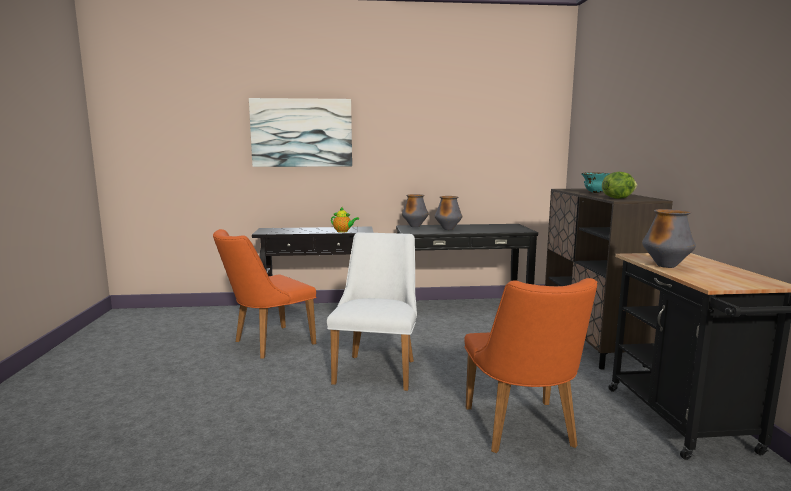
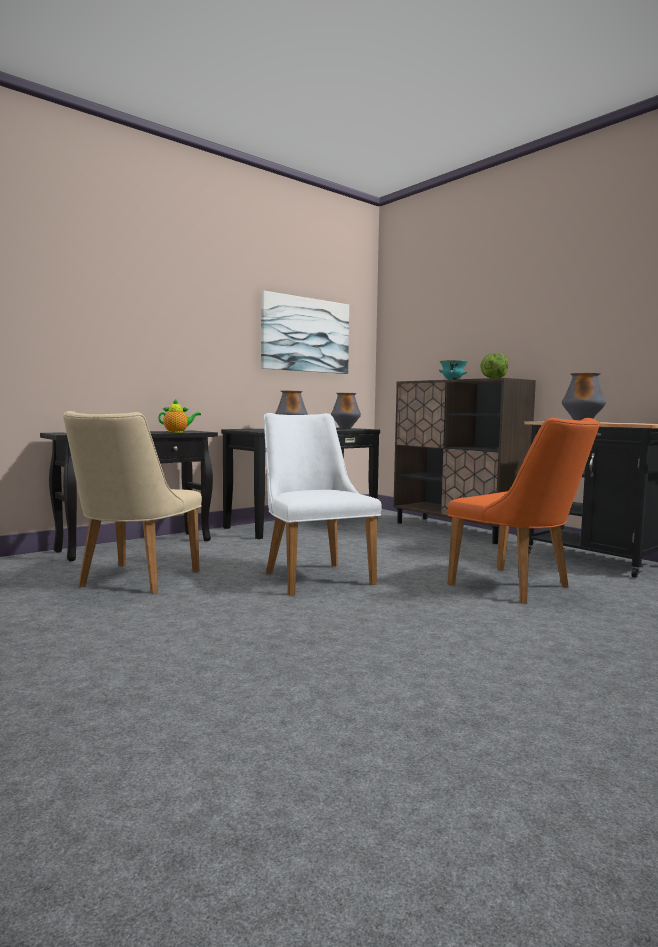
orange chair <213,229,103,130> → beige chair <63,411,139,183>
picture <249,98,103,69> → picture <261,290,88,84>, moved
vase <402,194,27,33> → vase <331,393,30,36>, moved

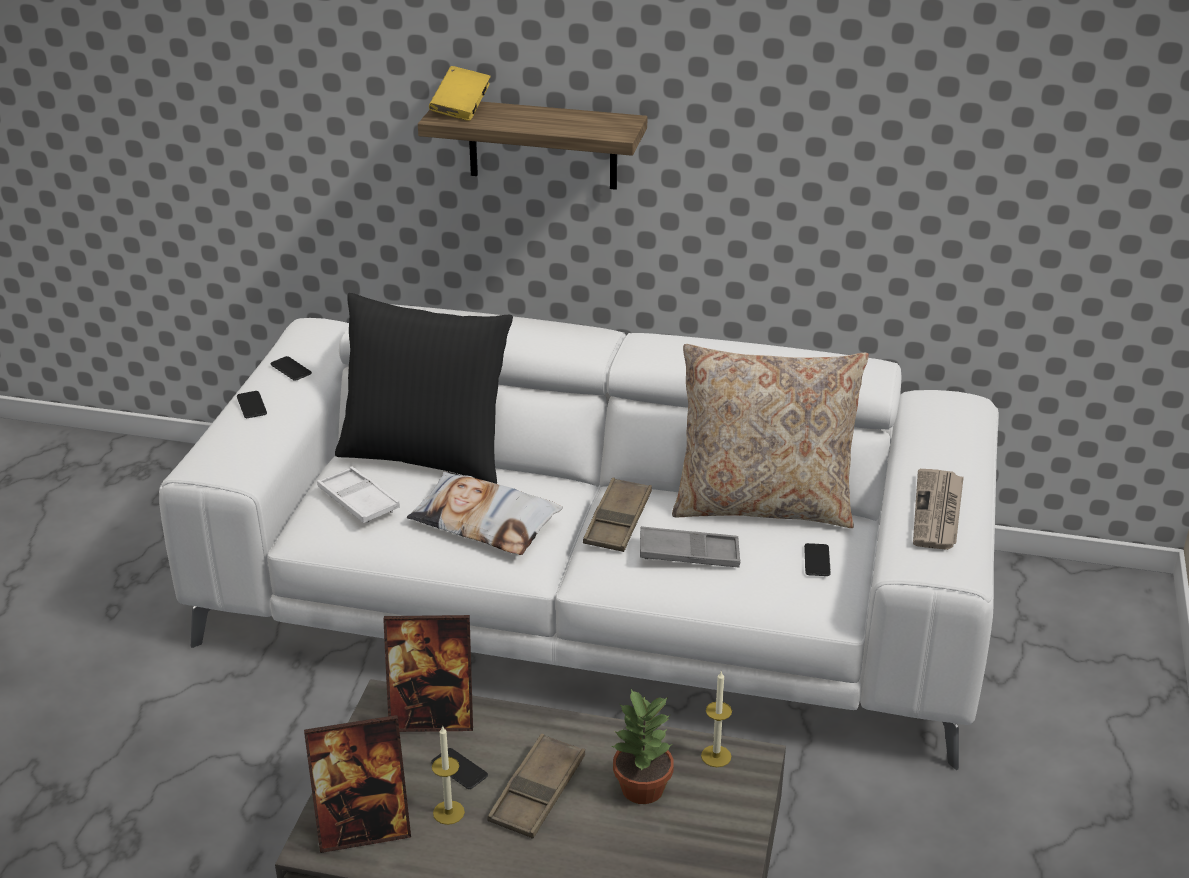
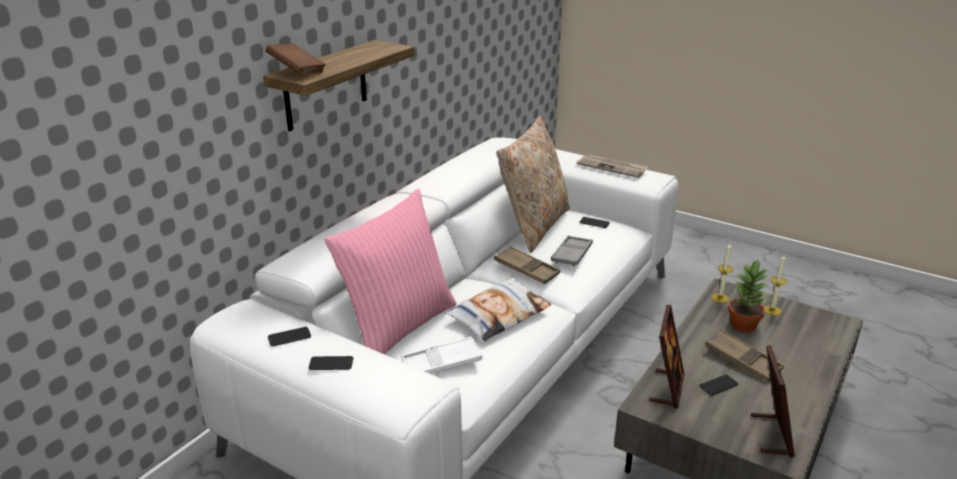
yellow book <429,66,62,55> → brown book <266,43,60,31>
black pillow <335,293,178,191> → pink pillow <324,189,133,165>
candle <432,725,33,100> → candle <764,254,23,62>, moved

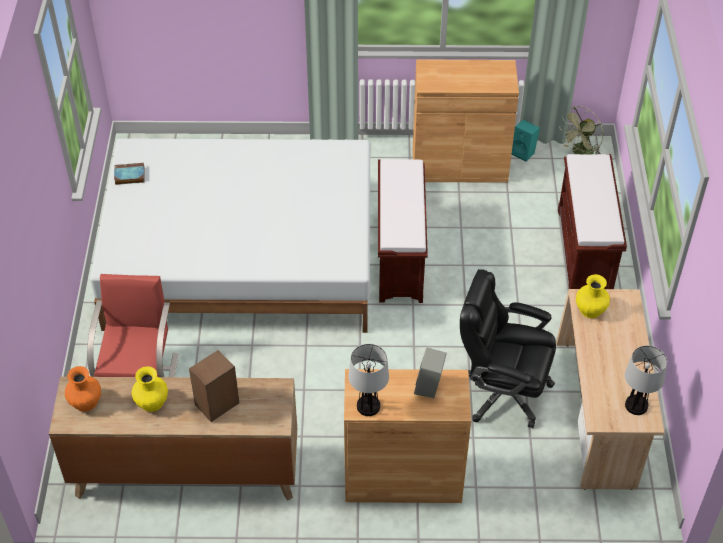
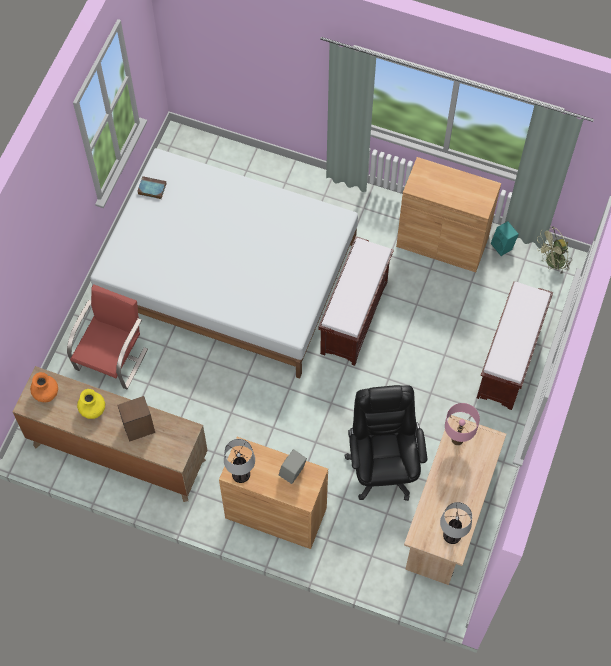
black office chair <460,269,96,159> → black office chair <344,385,83,116>, 45 degrees clockwise
yellow vase <576,274,34,44> → pink table lamp <445,403,35,42>

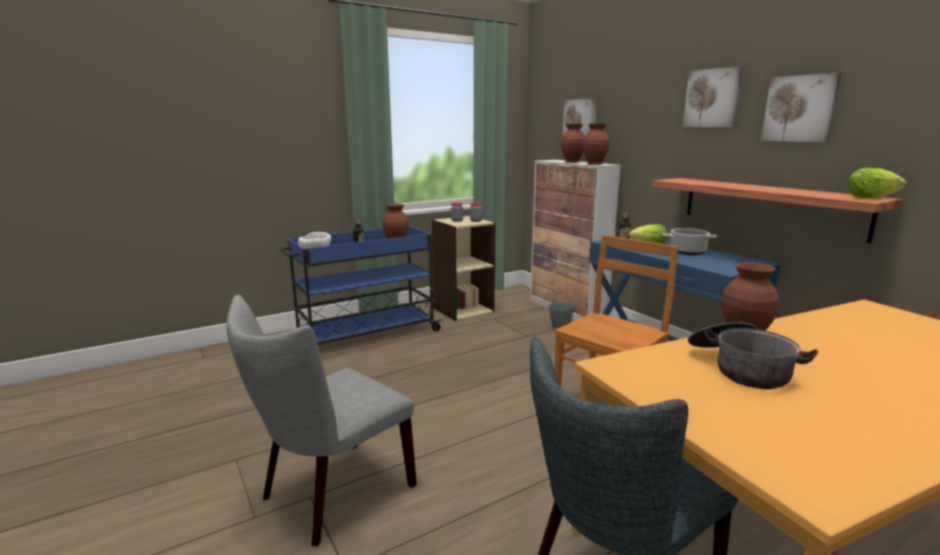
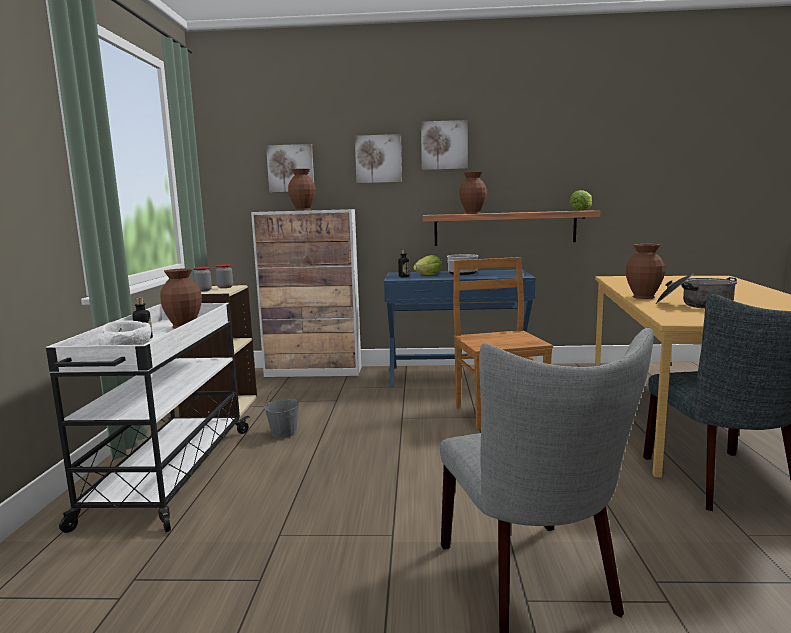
blue cart <280,226,162,119> → white cart <46,303,203,230>
grey bucket <549,291,26,38> → grey bucket <264,385,36,53>, moved
picture <761,73,80,69> → picture <355,134,47,49>, moved
brown vase <583,124,27,41> → brown vase <459,172,28,42>, moved

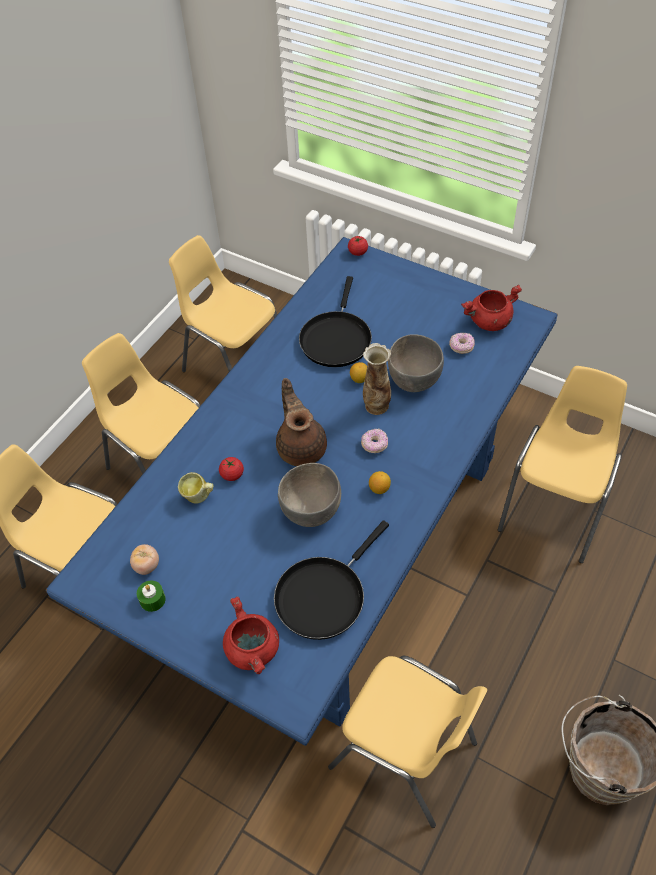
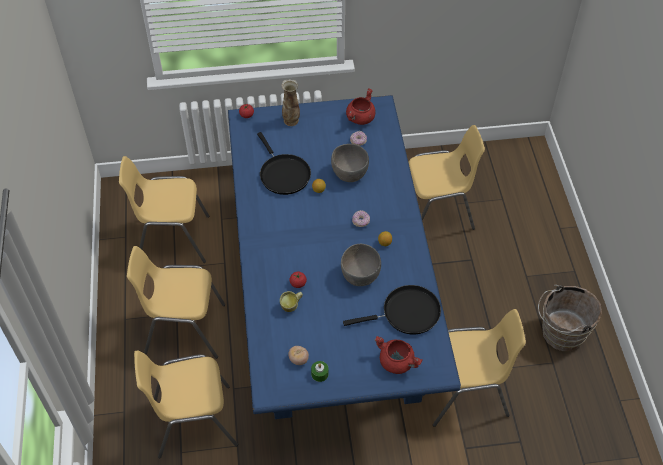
vase <363,343,28,72> → vase <281,79,19,47>, moved
black frying pan <274,520,115,120> → black frying pan <343,285,98,50>, 105 degrees counterclockwise
yellow chair <498,366,129,197> → yellow chair <408,125,77,105>, 90 degrees clockwise
brown teapot <276,378,51,88> → -

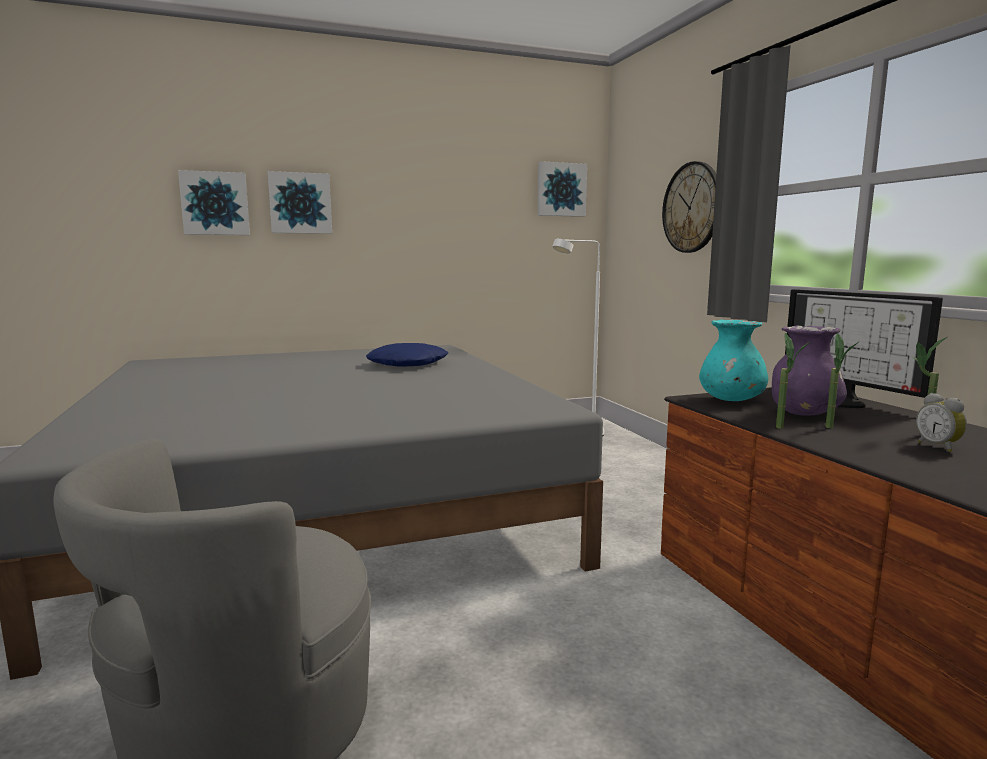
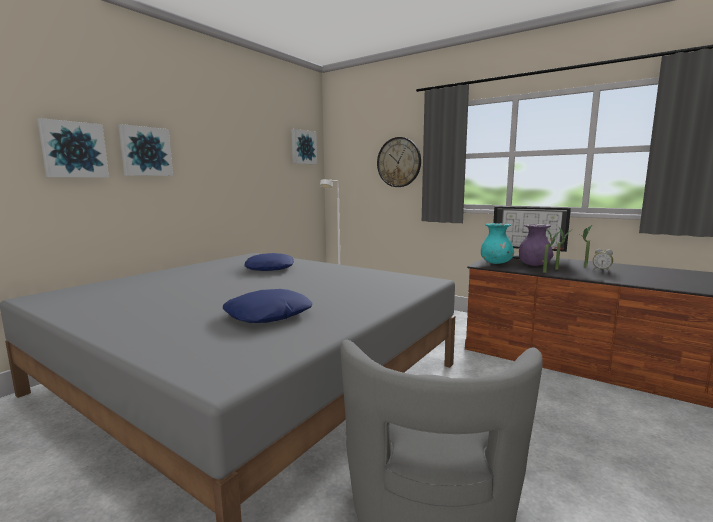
- → blue pillow <223,289,90,34>

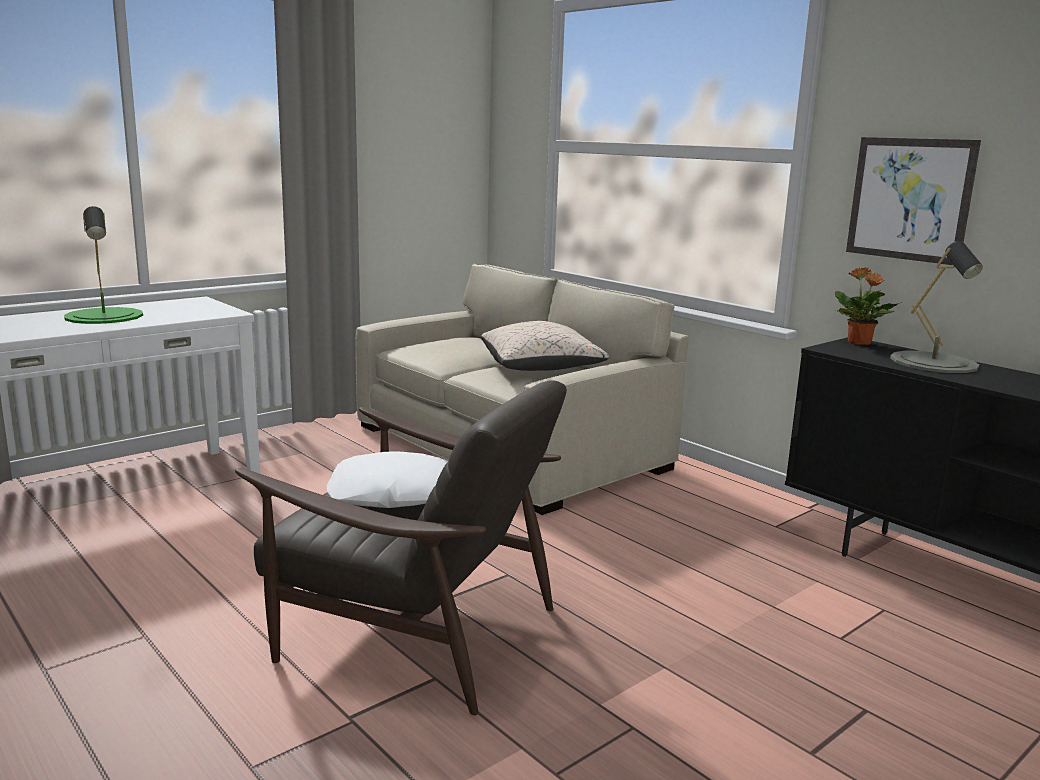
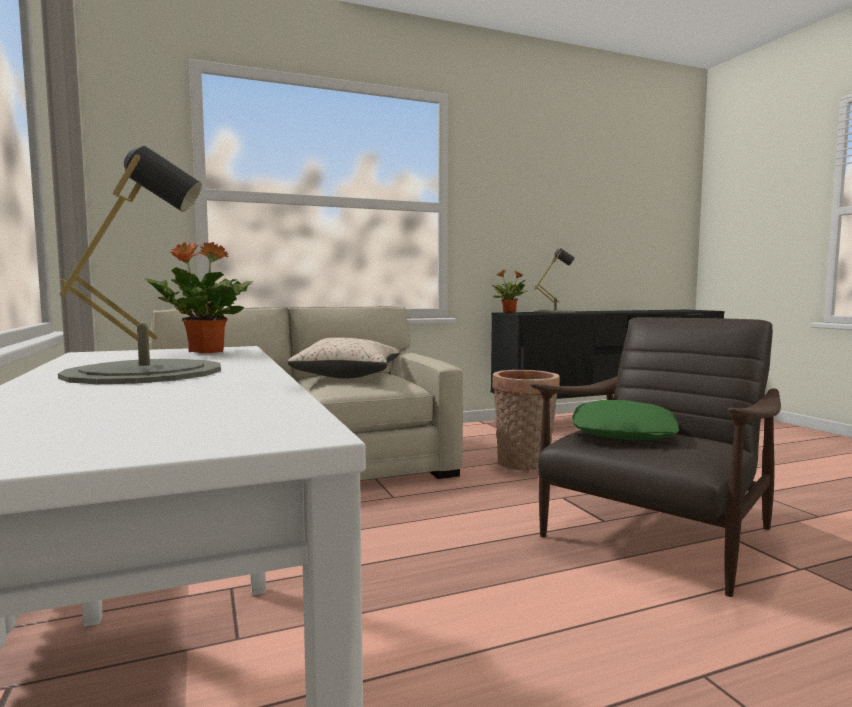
green table lamp <64,206,79,118> → grey table lamp <58,146,163,238>
- → potted plant <144,242,109,111>
- → basket <492,370,68,101>
white pillow <327,451,121,57> → green pillow <572,400,107,40>
picture <846,137,135,128> → -

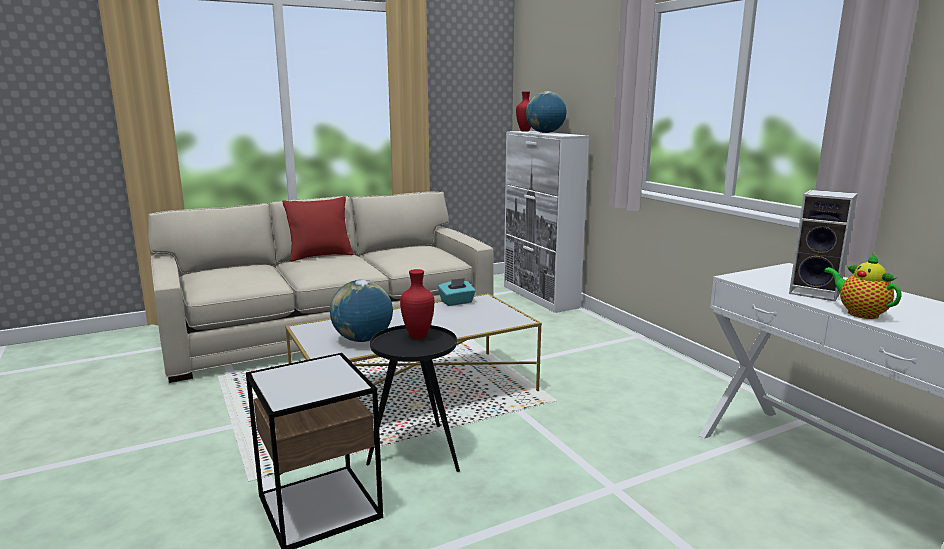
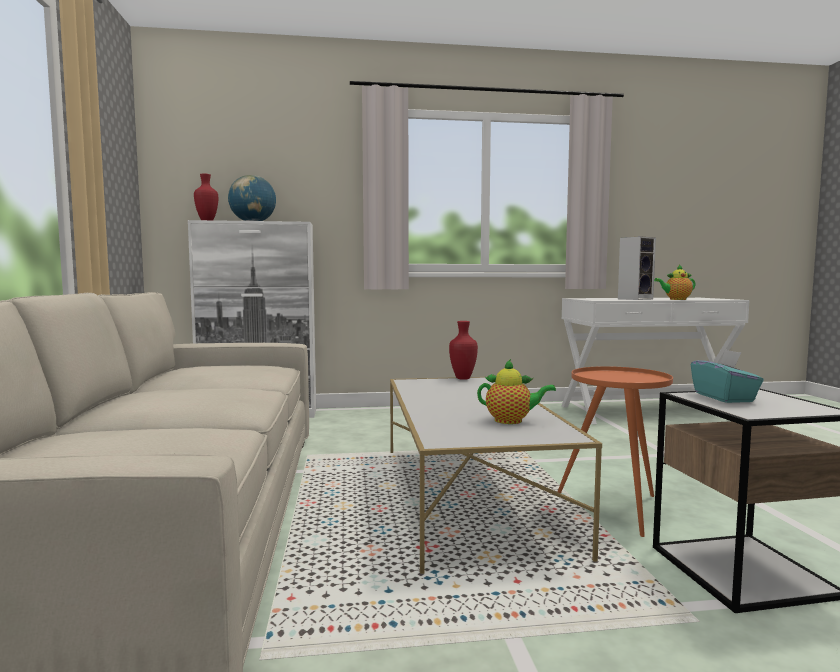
red vase <400,269,34,70> → red vase <449,321,29,59>, moved
globe <330,280,63,62> → teapot <477,359,79,65>
black side table <366,325,94,147> → orange side table <557,366,116,171>
turquoise tissue box <438,278,38,28> → turquoise tissue box <691,349,73,54>, moved
red pillow <283,196,71,66> → -

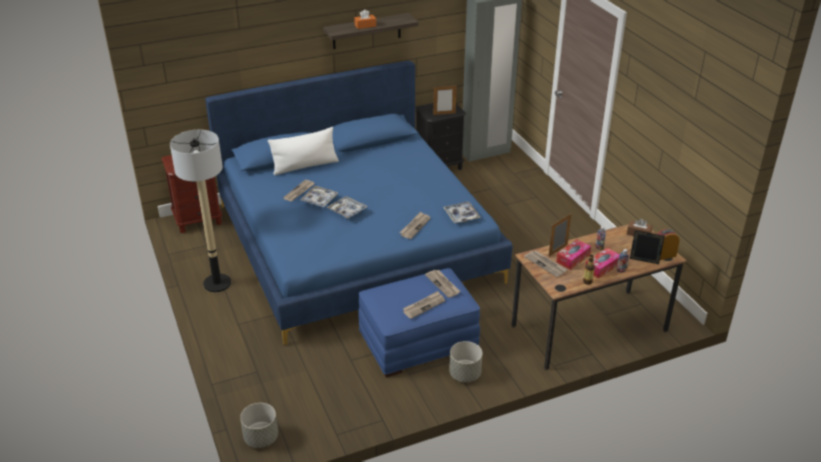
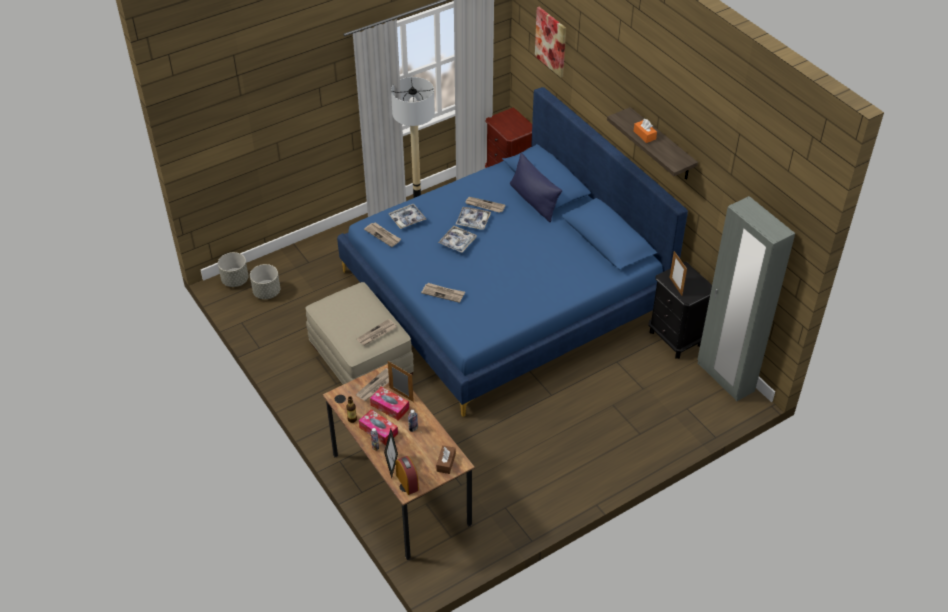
grey planter <449,341,33,41> → grey planter <250,264,30,35>, moved
blue ottoman <359,268,121,109> → beige ottoman <306,282,108,103>
newspaper <403,291,42,28> → newspaper <364,222,37,25>, moved
tray <443,201,38,22> → tray <389,204,37,25>, moved
white pillow <268,127,71,48> → blue pillow <510,153,52,69>
- → picture <535,7,31,70>

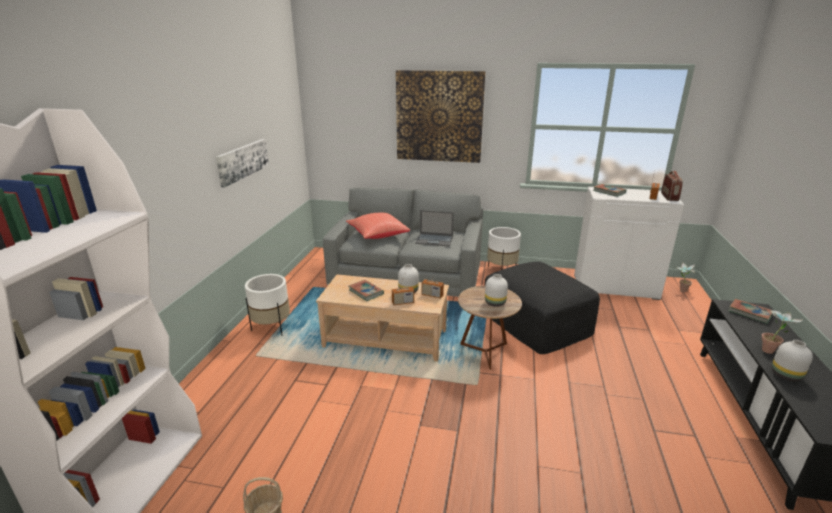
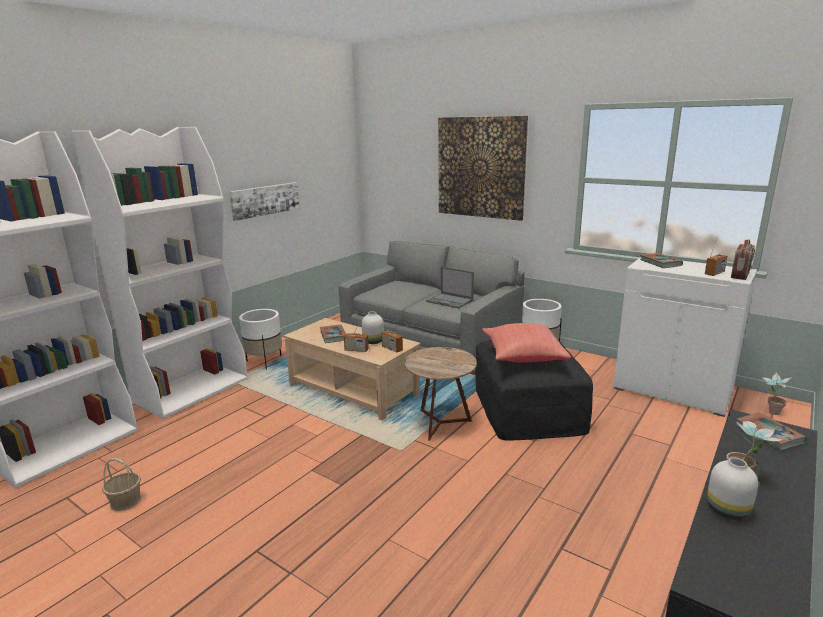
- → white bookcase <72,127,176,292>
red pillow <346,213,64,26> → red pillow <482,323,89,39>, moved
white vase <485,274,23,33> → -

